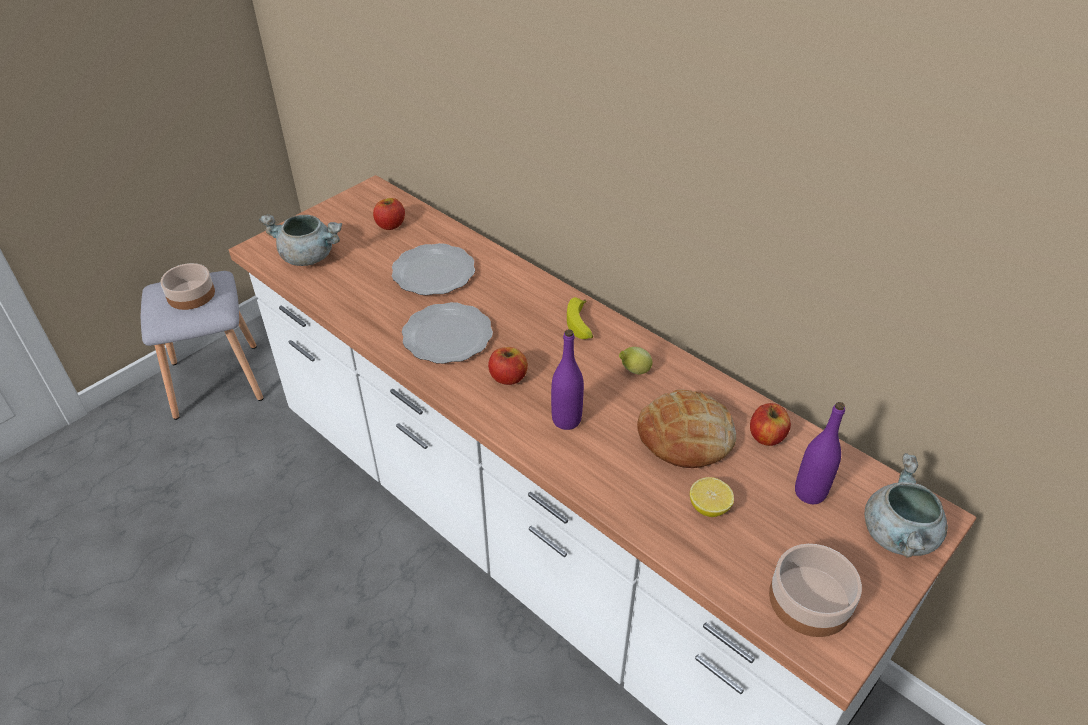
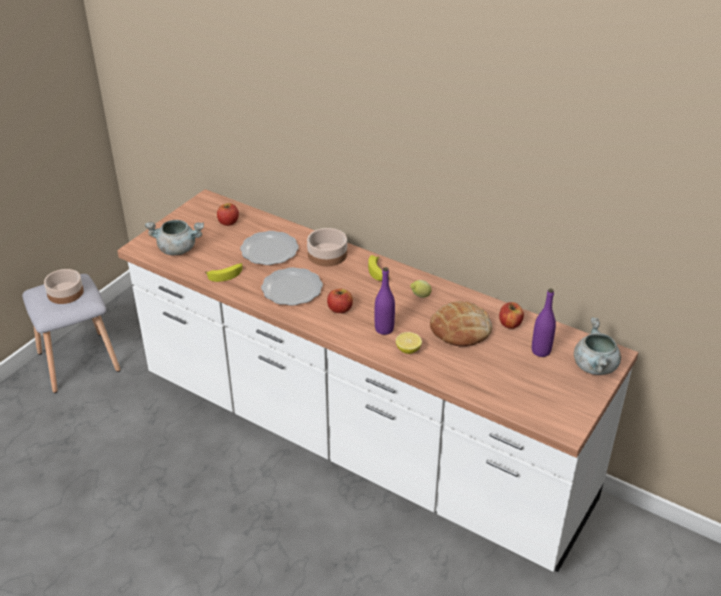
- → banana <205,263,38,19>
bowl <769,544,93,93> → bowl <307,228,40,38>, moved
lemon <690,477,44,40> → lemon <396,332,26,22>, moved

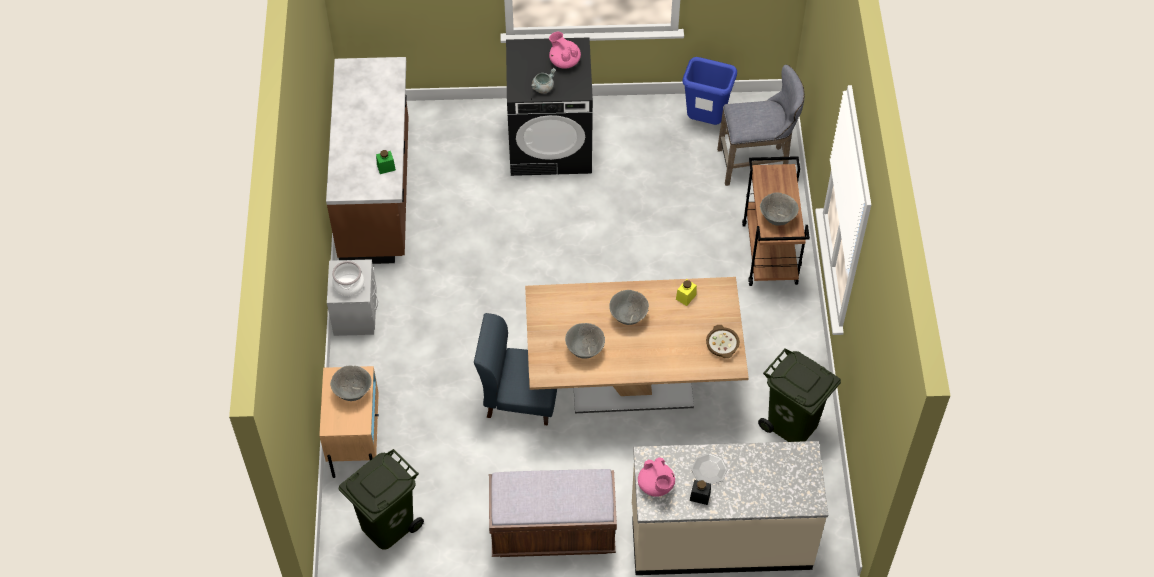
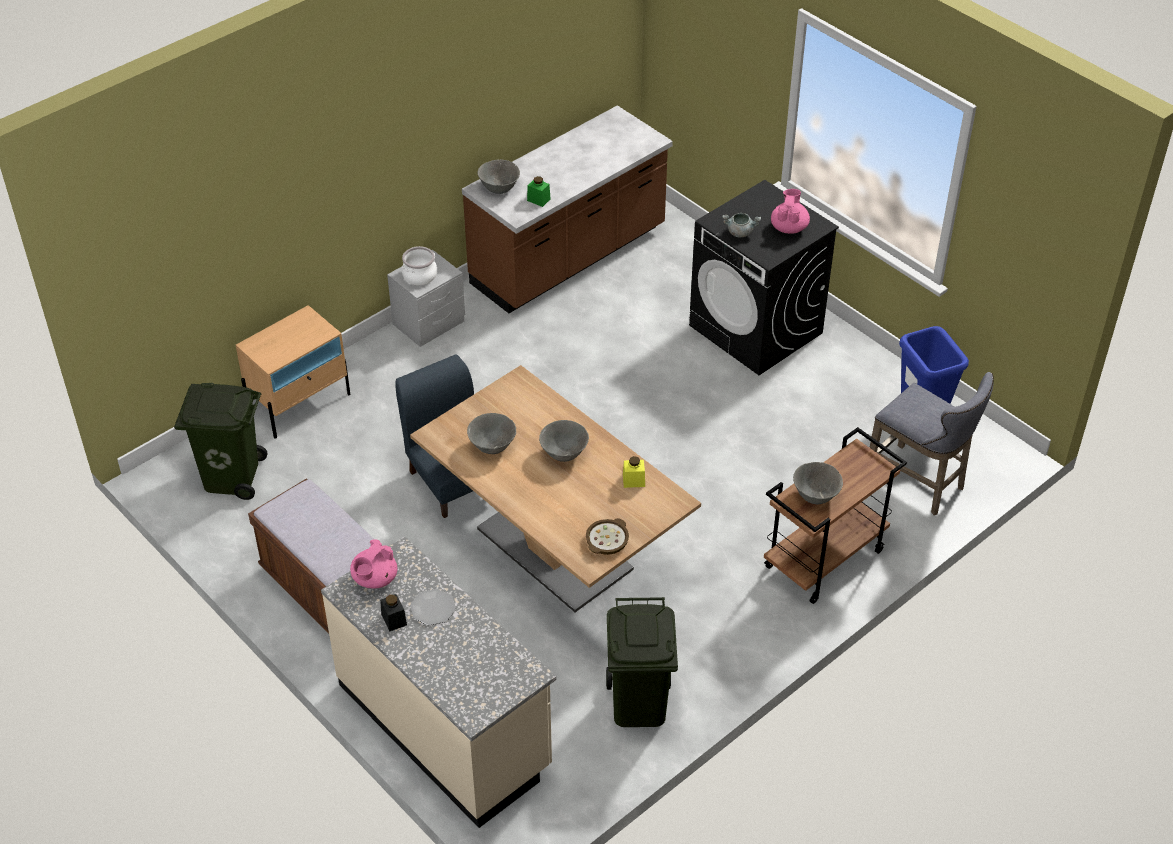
grey bowl <330,365,42,36> → grey bowl <477,159,43,35>, moved

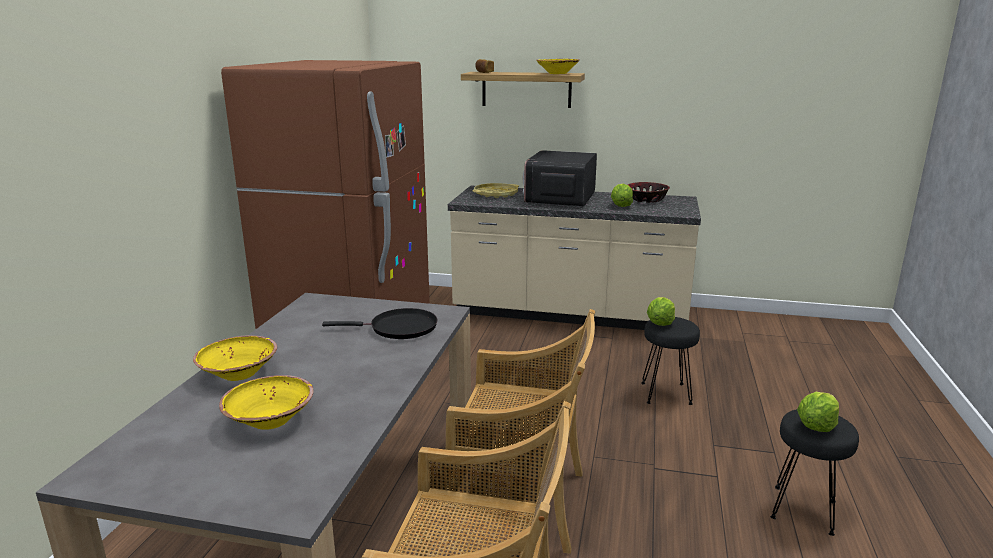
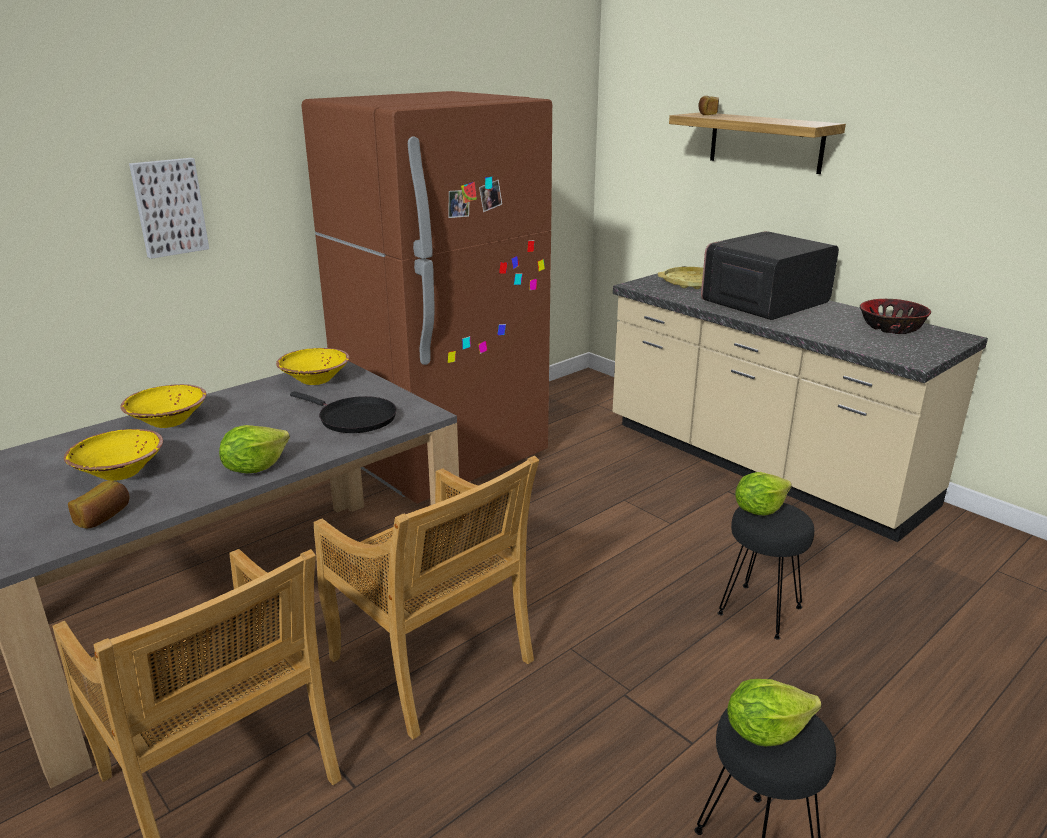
- → bread <68,480,61,48>
- → picture <129,158,80,101>
lettuce <611,184,22,23> → lettuce <219,425,71,48>, moved
yellow bowl <536,59,43,15> → yellow bowl <276,348,73,37>, moved

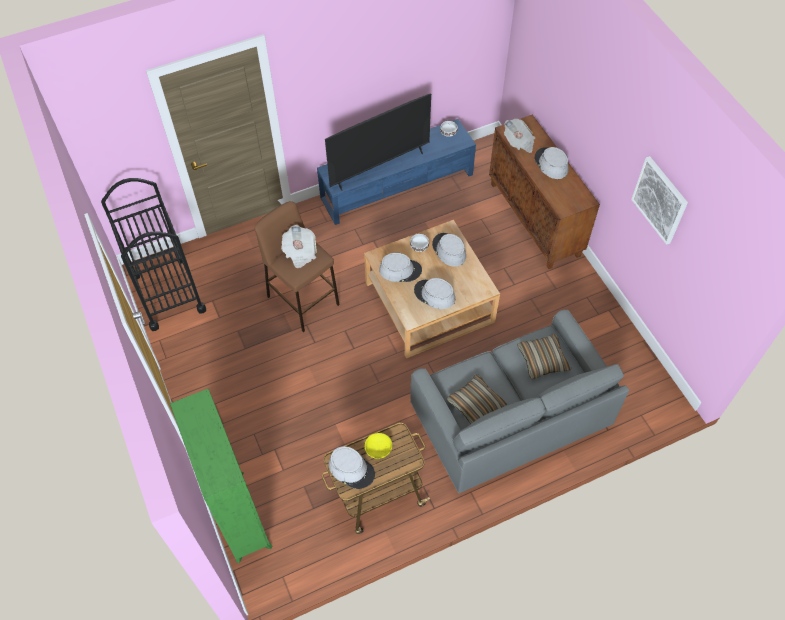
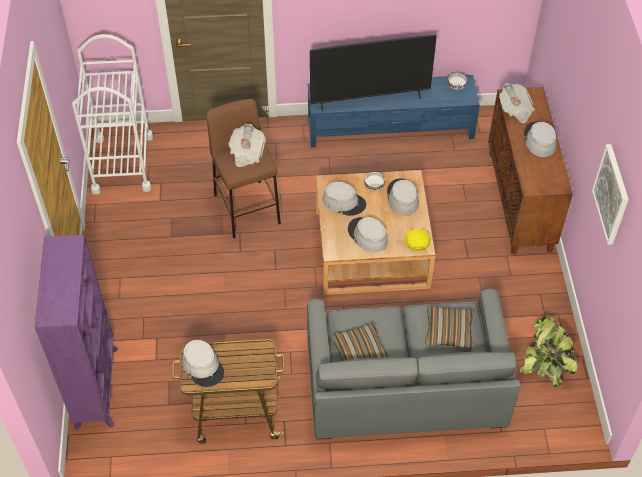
green bookcase <170,388,103,175> → purple bookcase <35,235,83,195>
black cart <101,178,105,153> → white cart <72,34,81,161>
yellow bowl <365,433,27,26> → yellow bowl <405,229,26,22>, moved
- → potted plant <520,316,58,72>

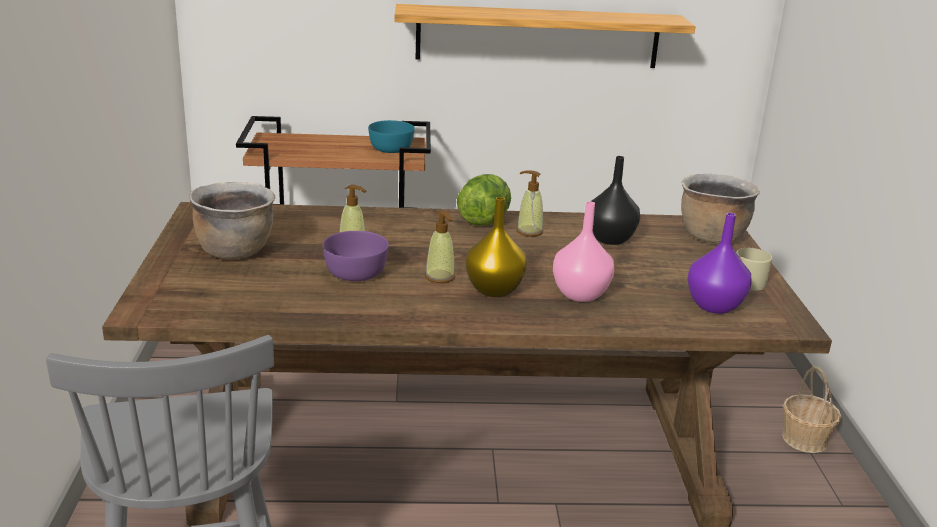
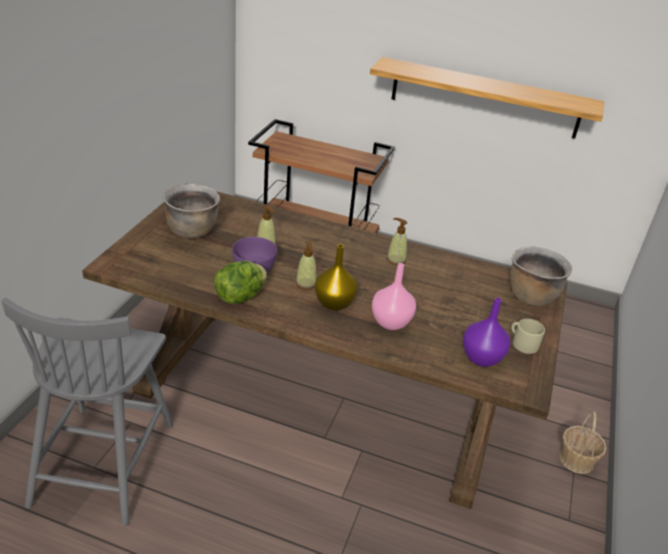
lettuce <457,174,54,51> → lettuce <214,261,53,43>, moved
turquoise bowl <368,120,47,33> → -
black vase <590,156,50,89> → -

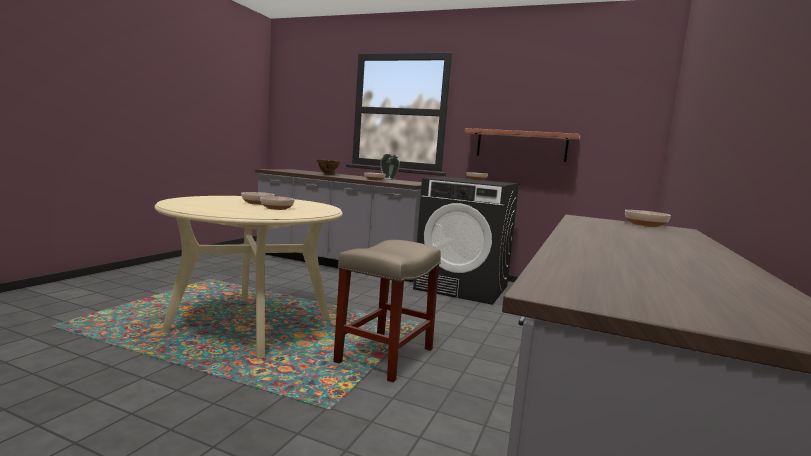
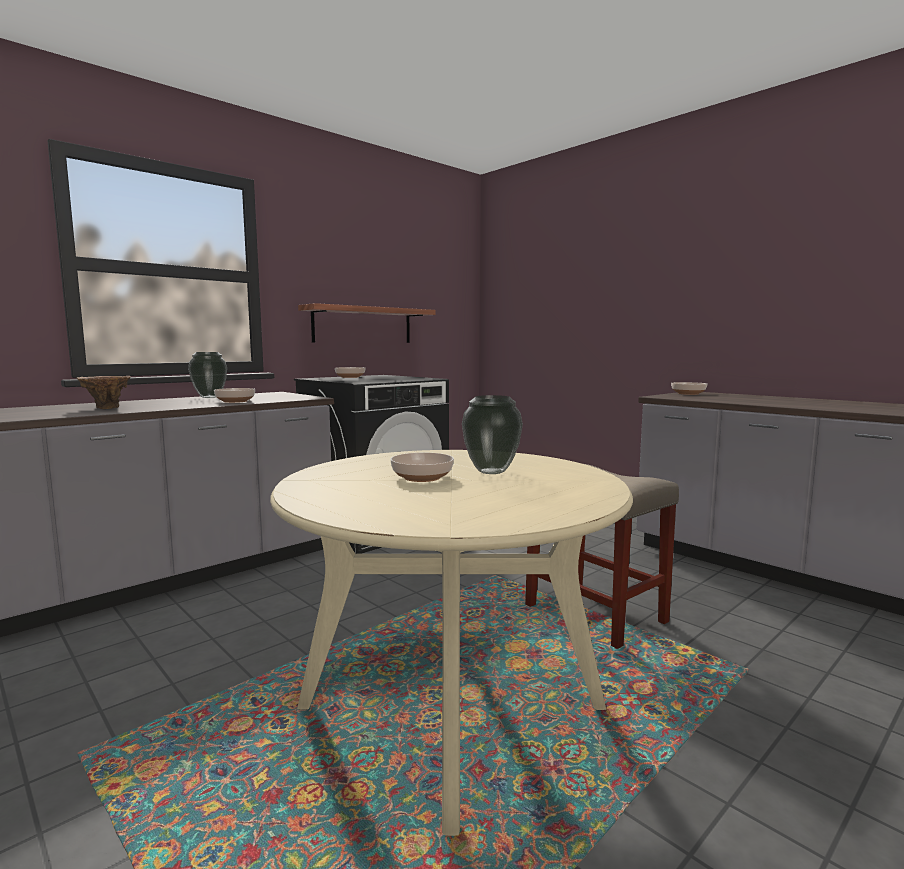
bowl <260,196,35,14> → vase <462,395,61,79>

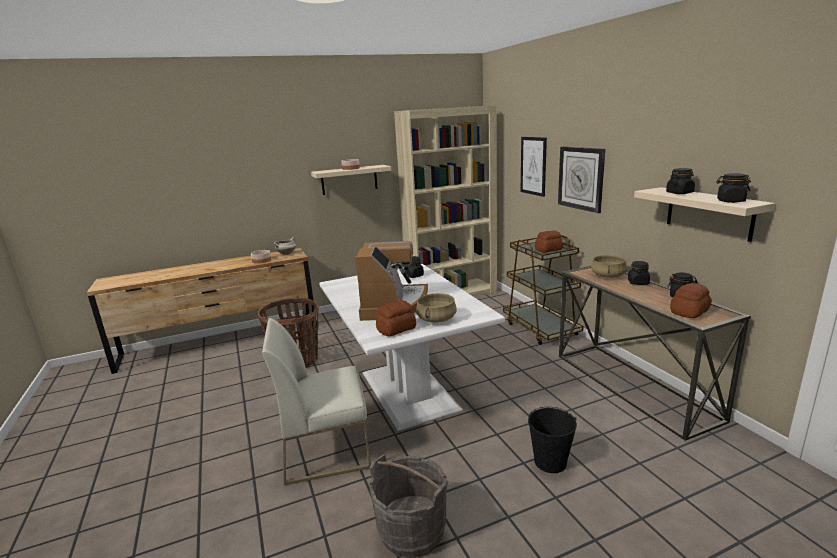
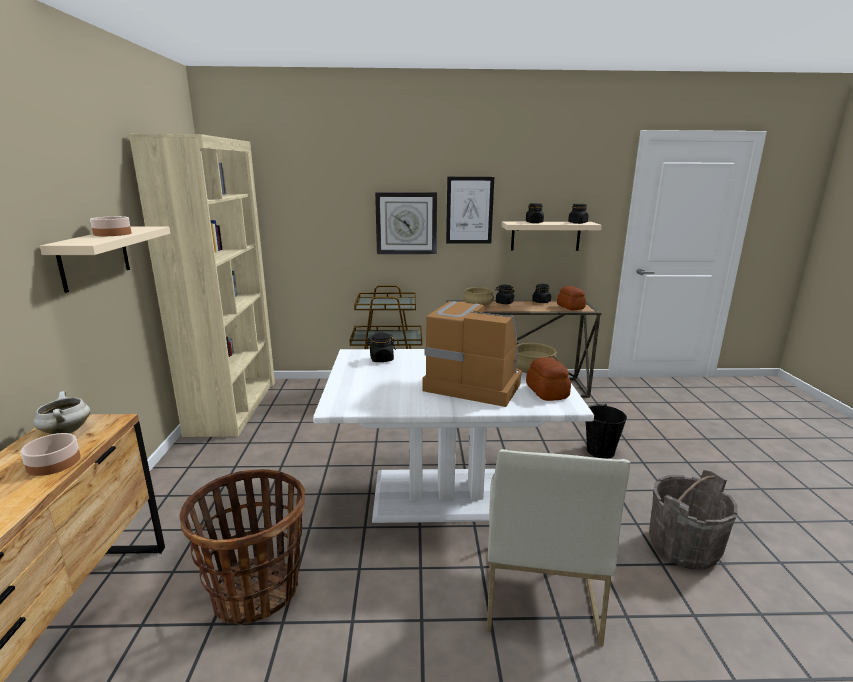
picture <521,137,26,60> → picture <446,177,48,67>, moved
bread <535,230,28,23> → -

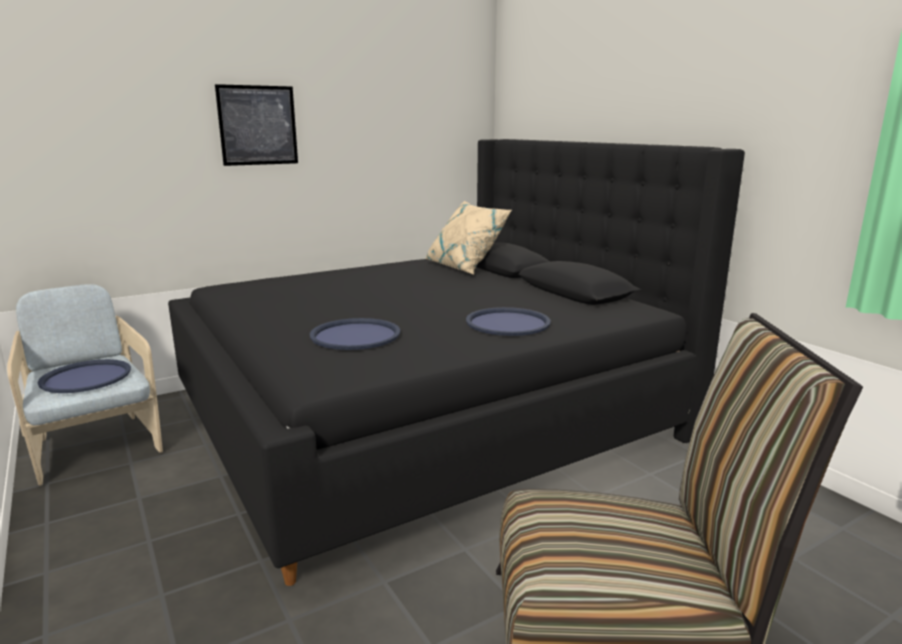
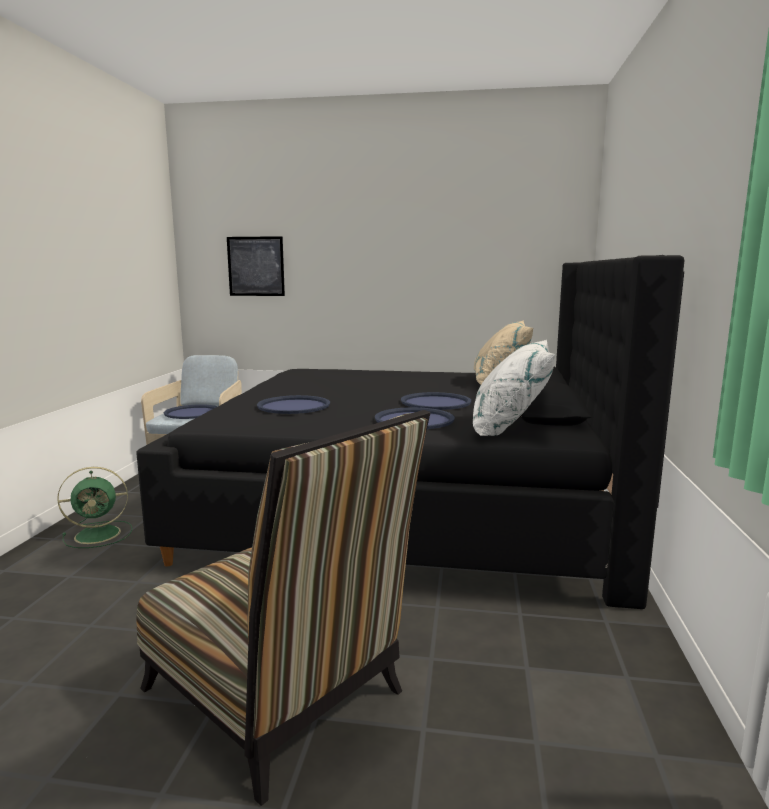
- → green fan <57,467,75,81>
picture <215,84,83,82> → picture <227,236,58,60>, moved
- → blue tray <401,392,70,18>
- → white pillow <473,340,82,96>

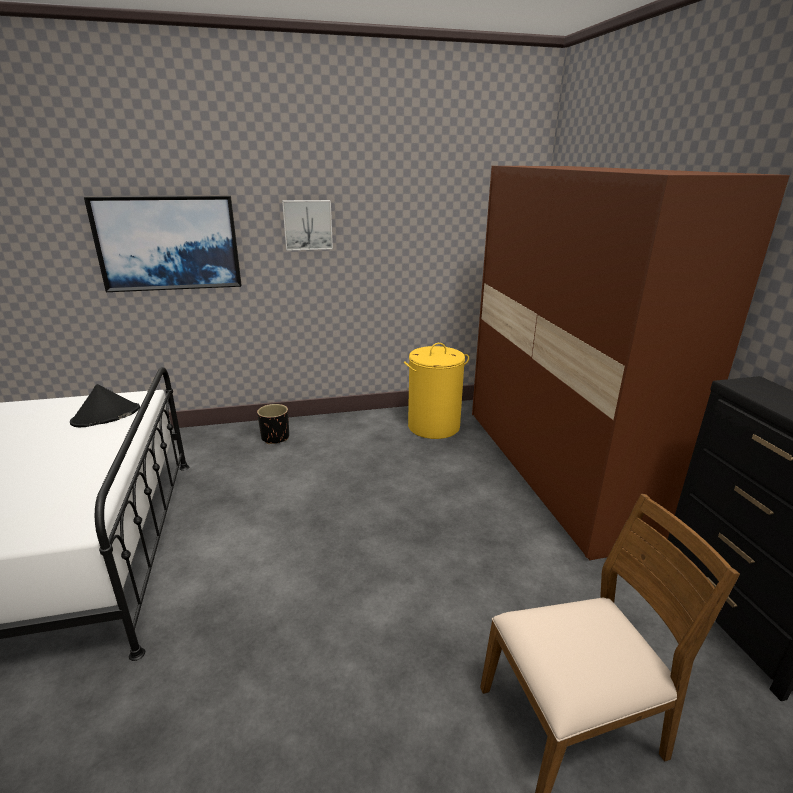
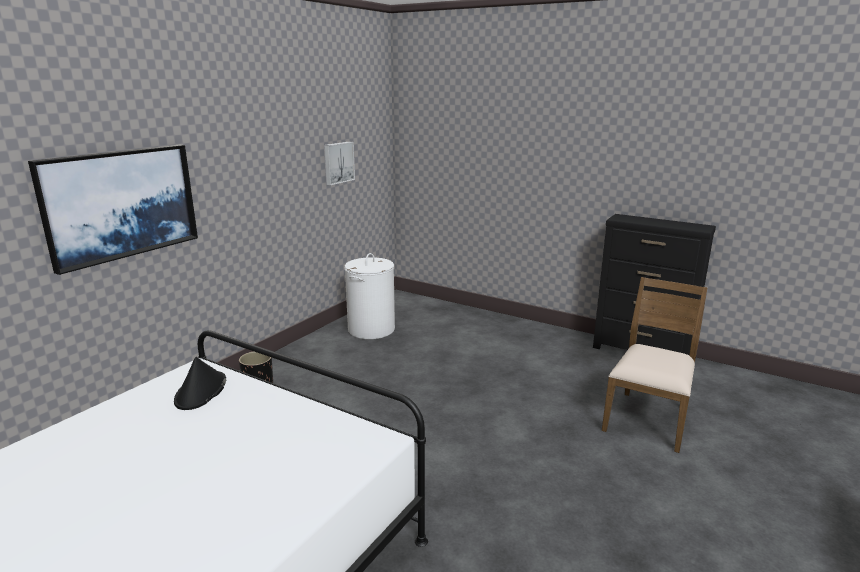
picture <282,200,51,51> → picture <324,141,31,44>, moved
yellow laundry basket <404,343,65,96> → white laundry basket <345,253,50,86>
brown wardrobe <472,166,318,395> → -

